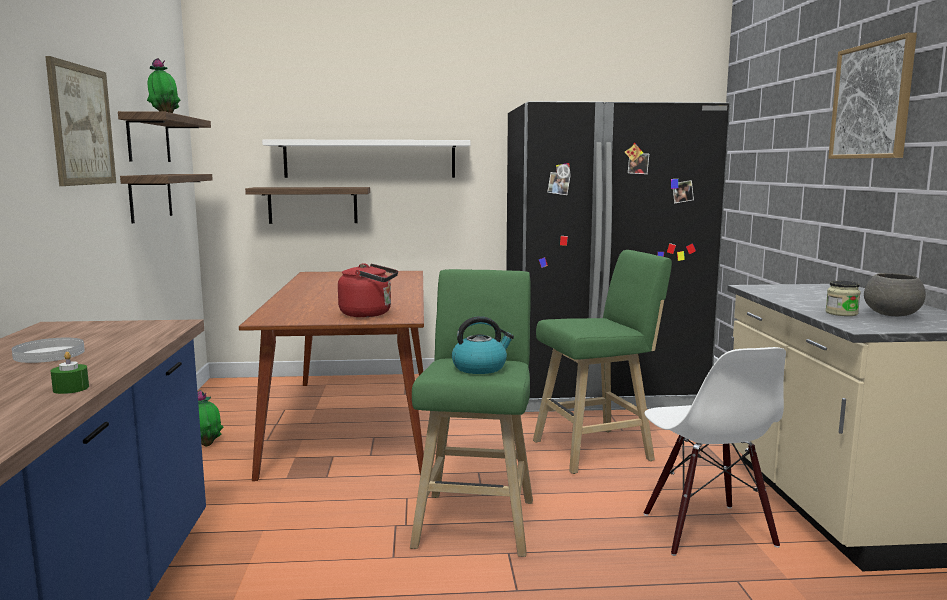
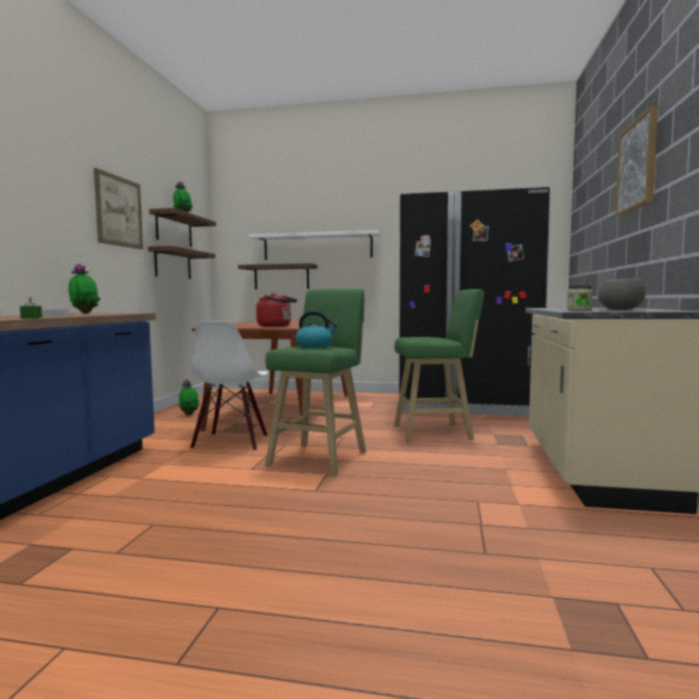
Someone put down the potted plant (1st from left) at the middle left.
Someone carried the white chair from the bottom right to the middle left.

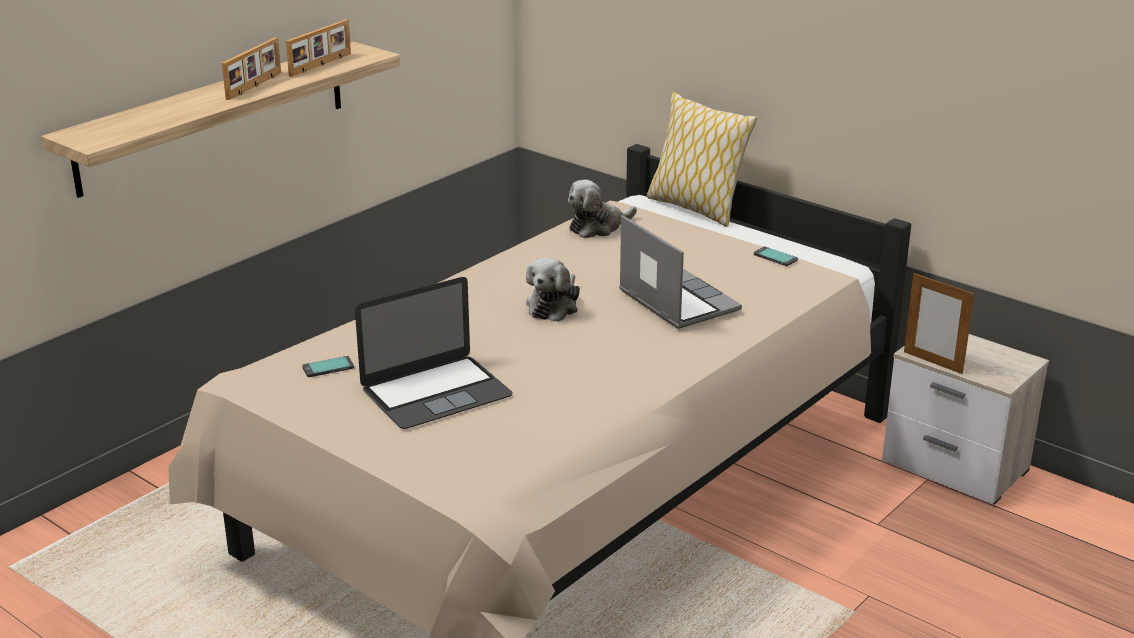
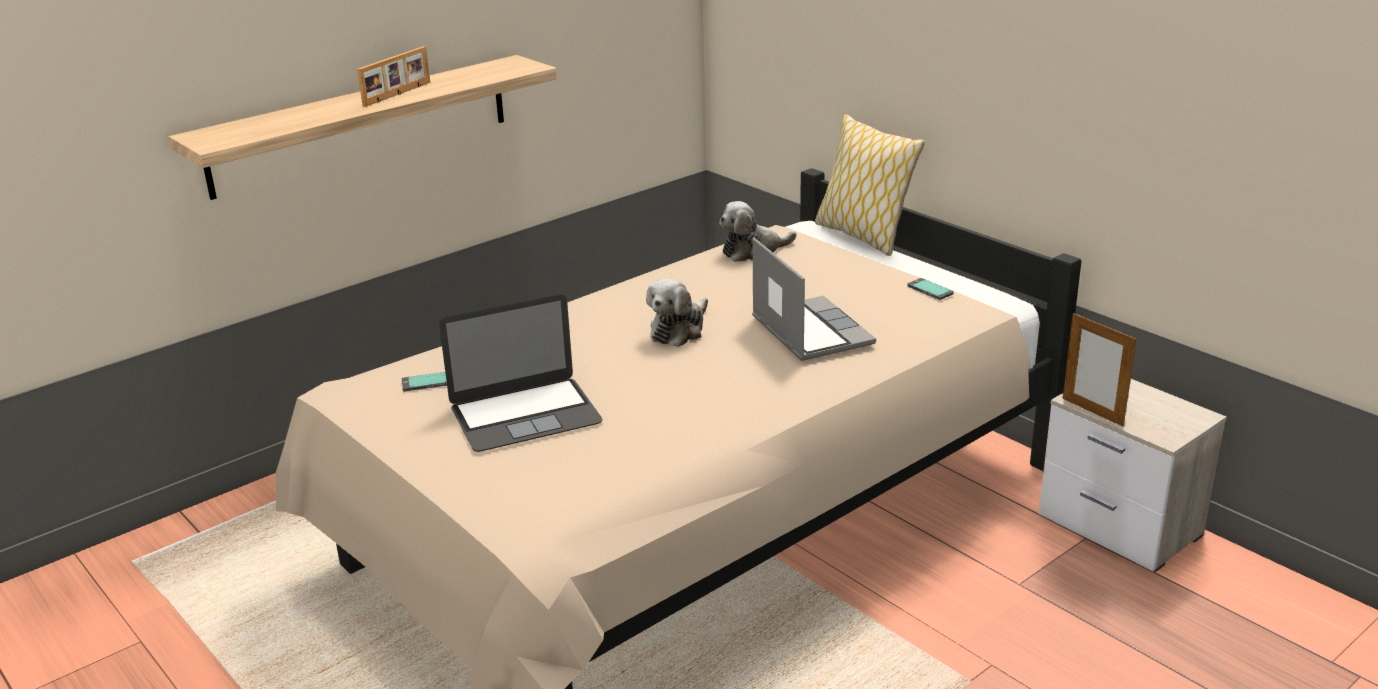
Someone took away the picture frame (2nd from left) at the top left.

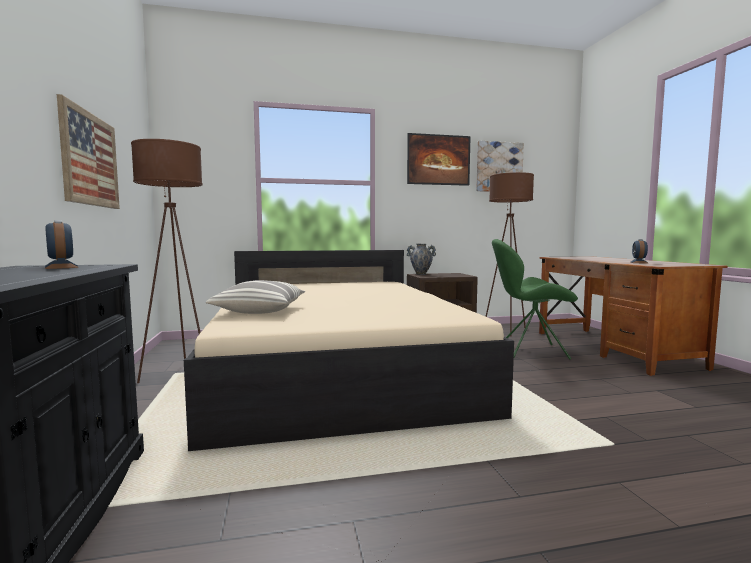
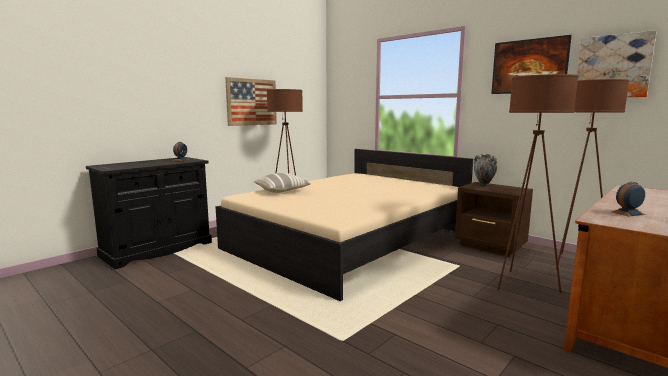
Someone swapped the green chair at the middle right for the brown floor lamp (2nd from left) at the middle right.

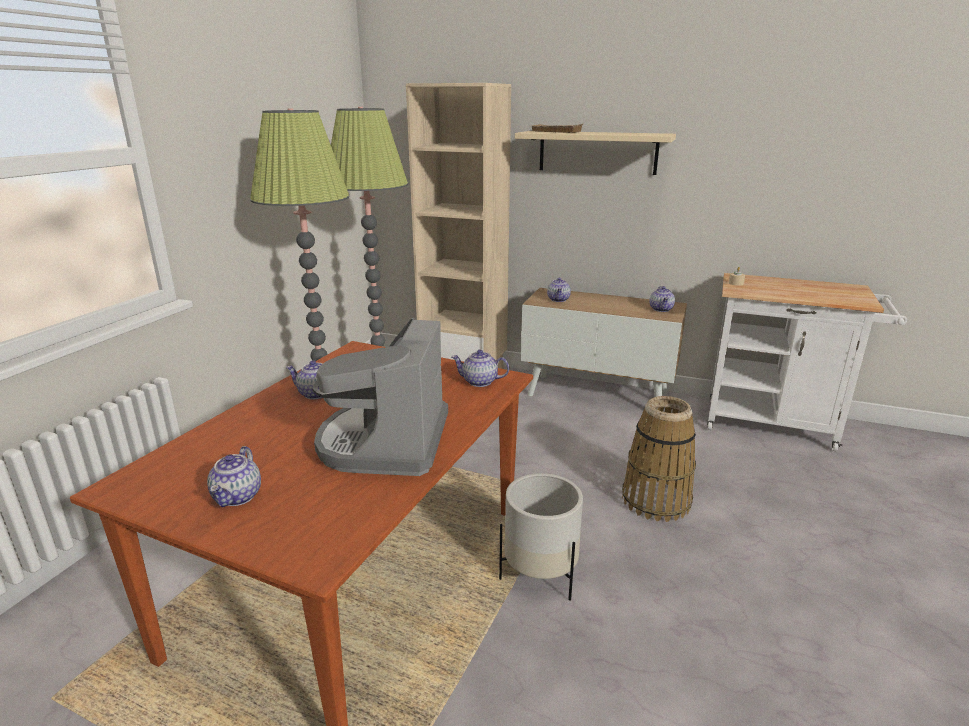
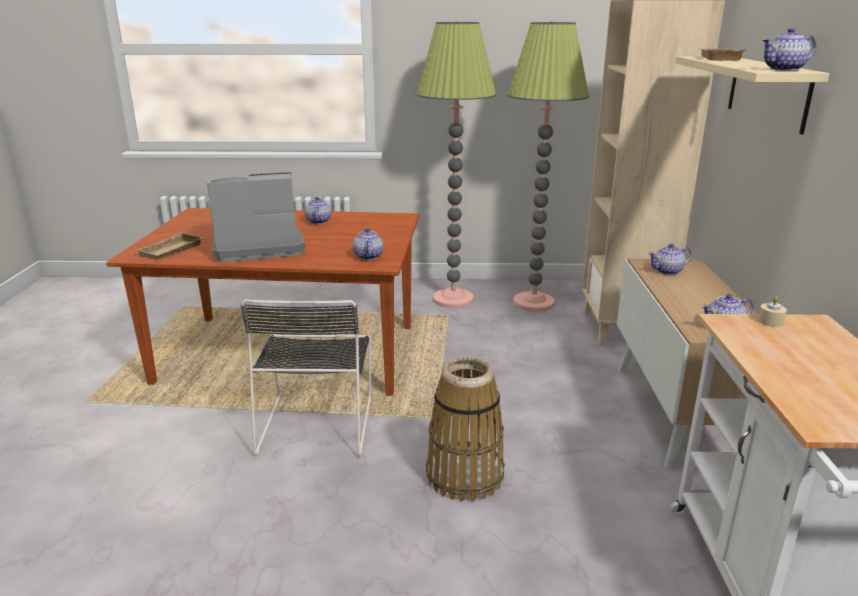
Someone put down the beige tray (1st from left) at the middle left.
Someone swapped the white planter at the bottom centre for the black chair at the centre.
Someone carried the teapot (1st from left in the first image) from the middle left to the top right.

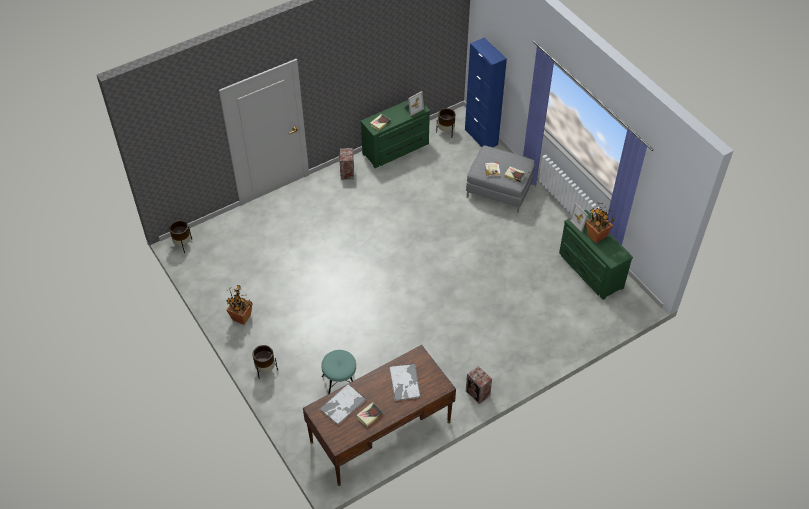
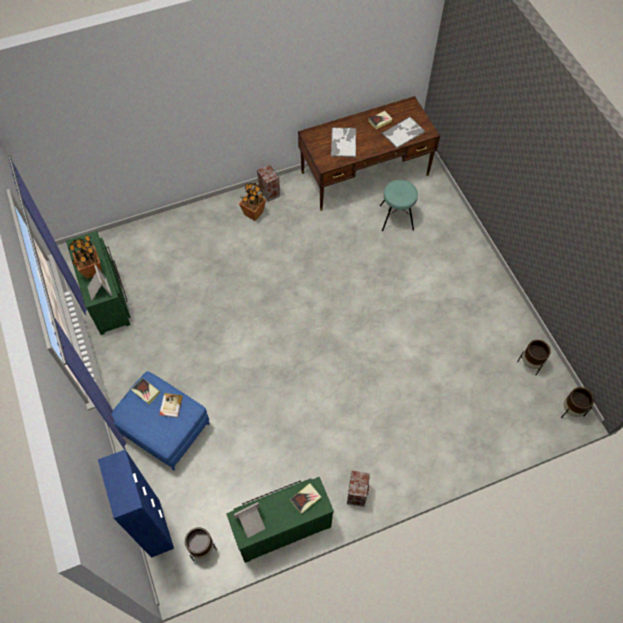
Someone repainted the grey ottoman at the centre, which became the blue ottoman at the bottom left.
Someone carried the potted plant (1st from left in the first image) from the middle left to the top centre.
Someone carried the brown planter (2nd from left) from the bottom left to the middle right.

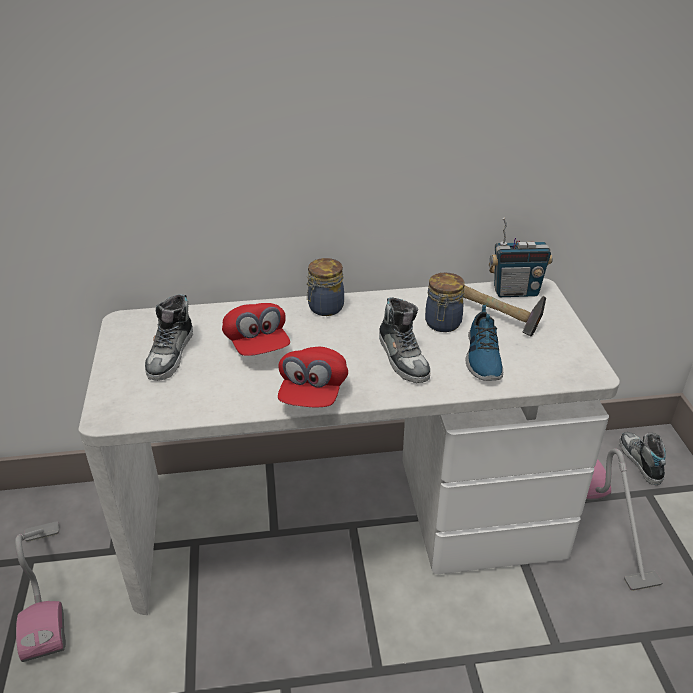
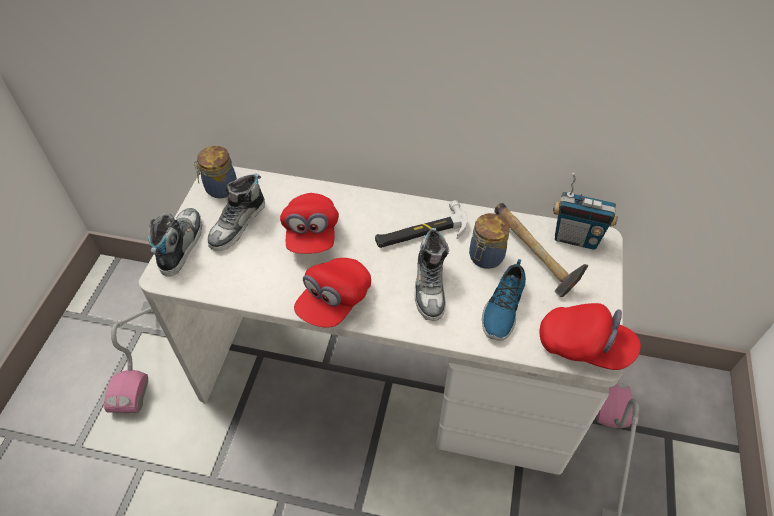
Someone carried the shoe (4th from left in the first image) from the middle right to the middle left.
Someone carried the jar (1st from left) from the centre to the middle left.
Someone put down the hammer (1st from left) at the centre.
Someone put down the red cap (3rd from left) at the middle right.

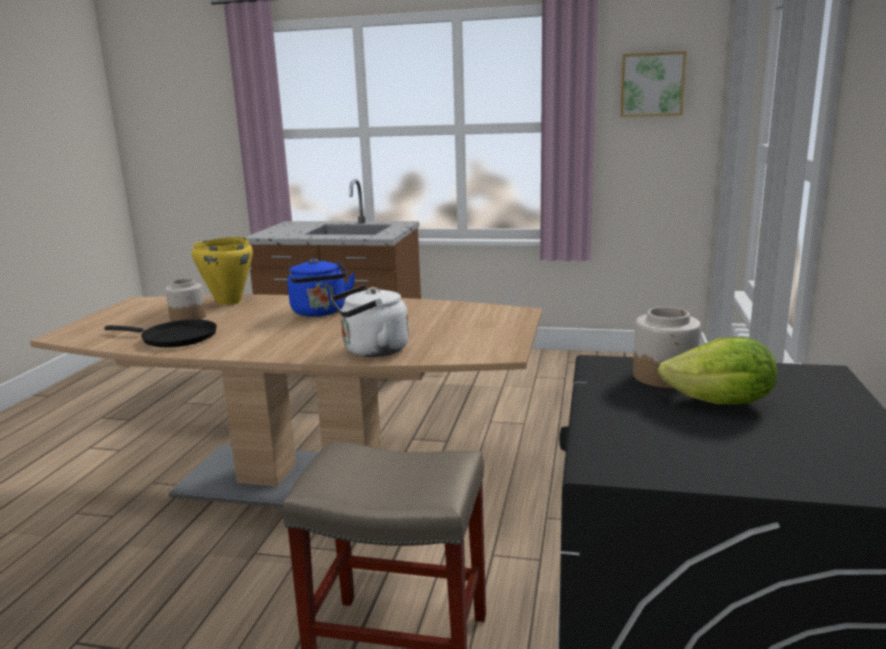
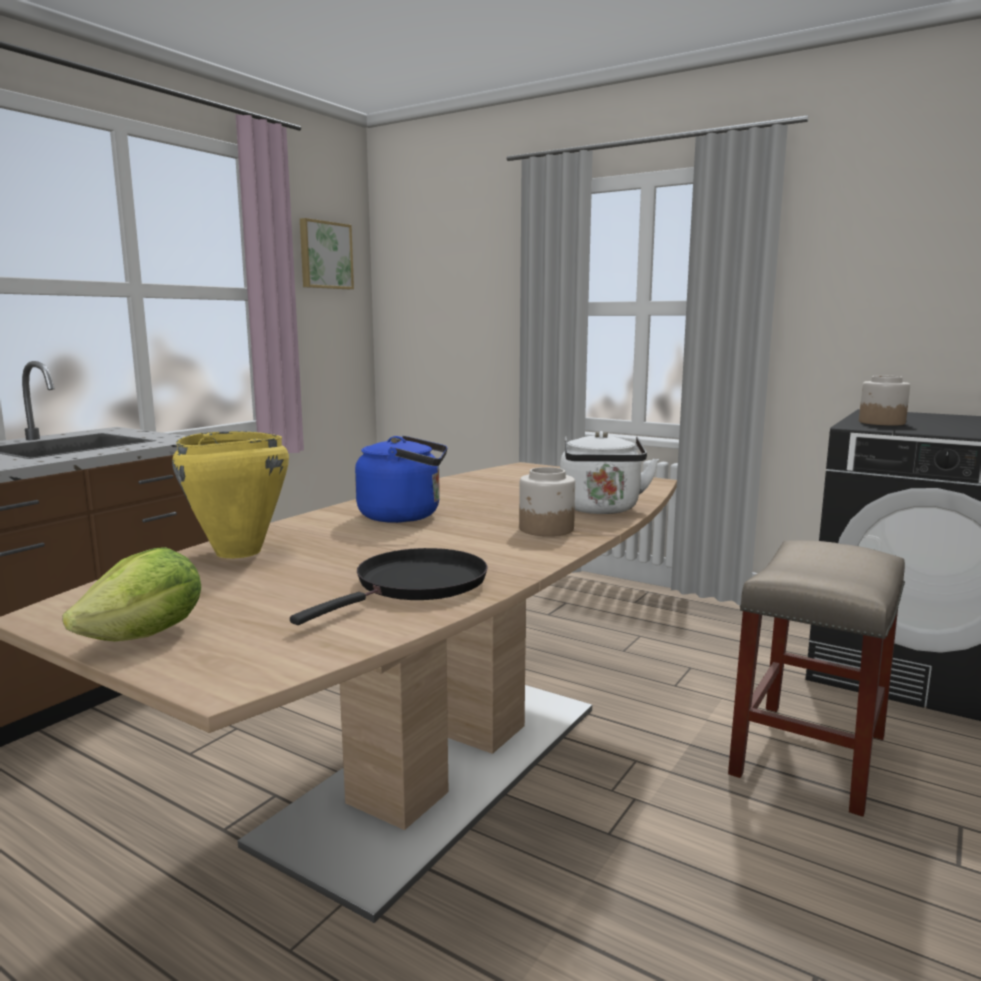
Someone carried the lettuce from the middle right to the middle left.
Someone carried the jar (1st from left) from the middle left to the centre.

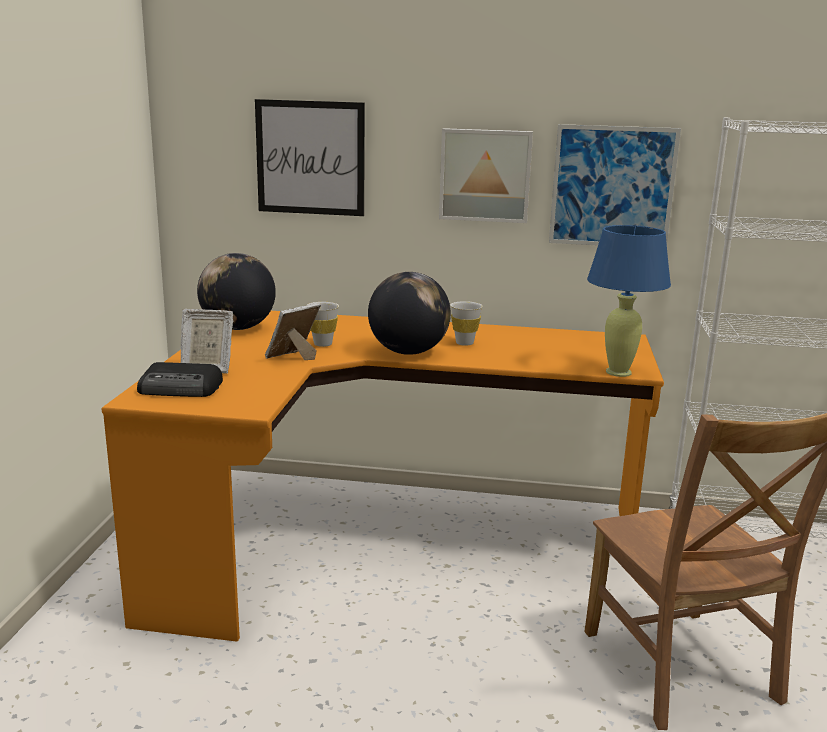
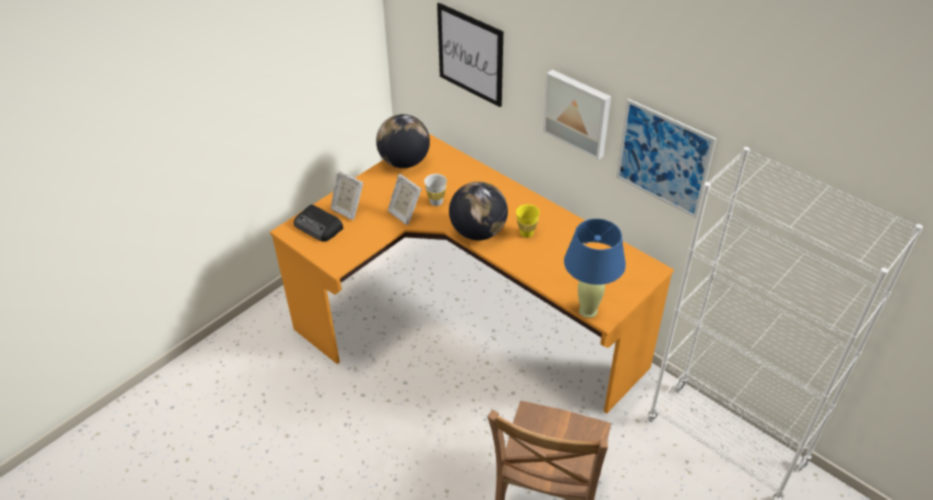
Someone rotated the picture frame (2nd from left) at the centre by 120 degrees counterclockwise.
Someone repainted the white cup (2nd from left) at the centre, which became the yellow cup at the centre.

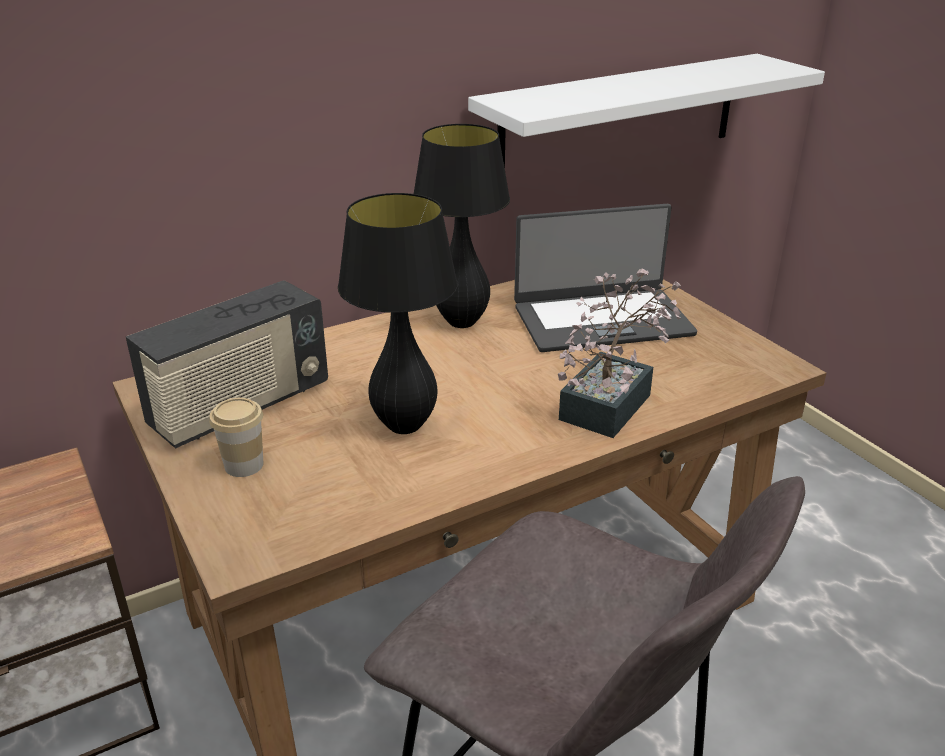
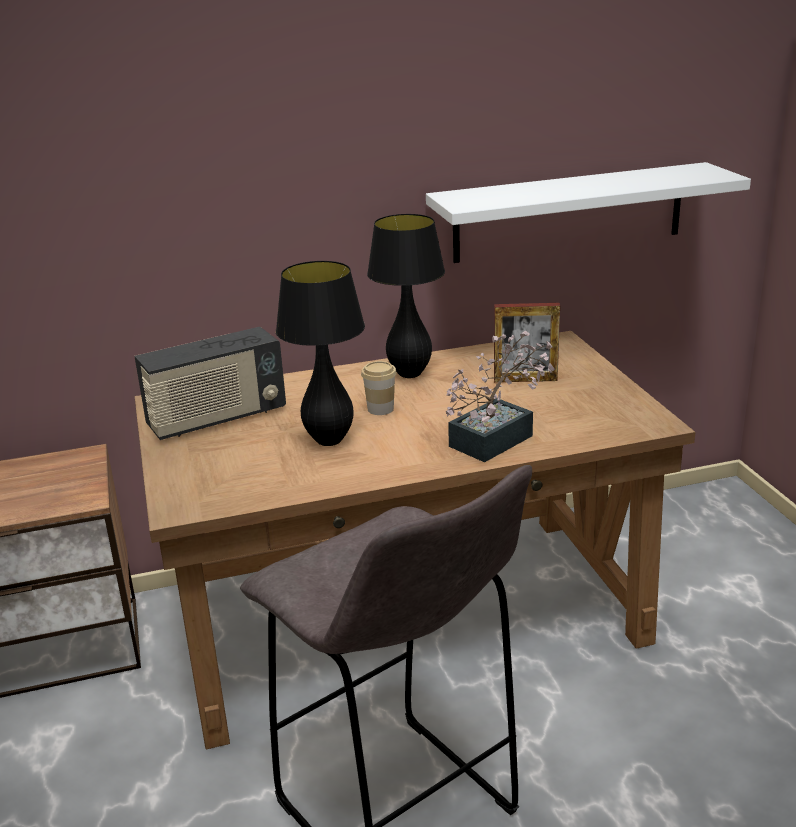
Someone carried the cup from the middle left to the centre.
Someone swapped the laptop at the centre for the picture frame at the centre.

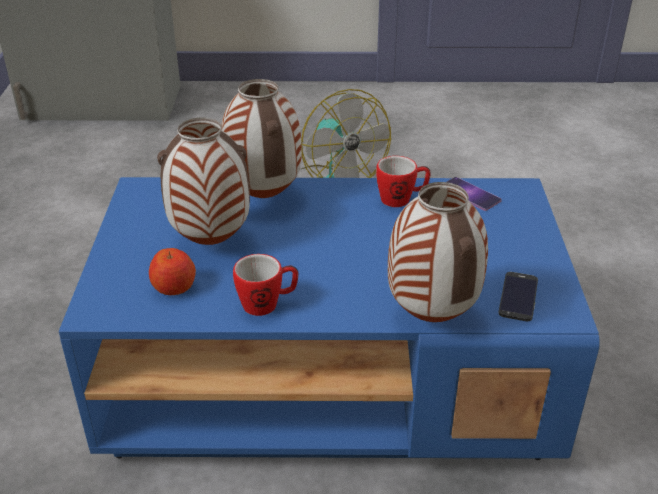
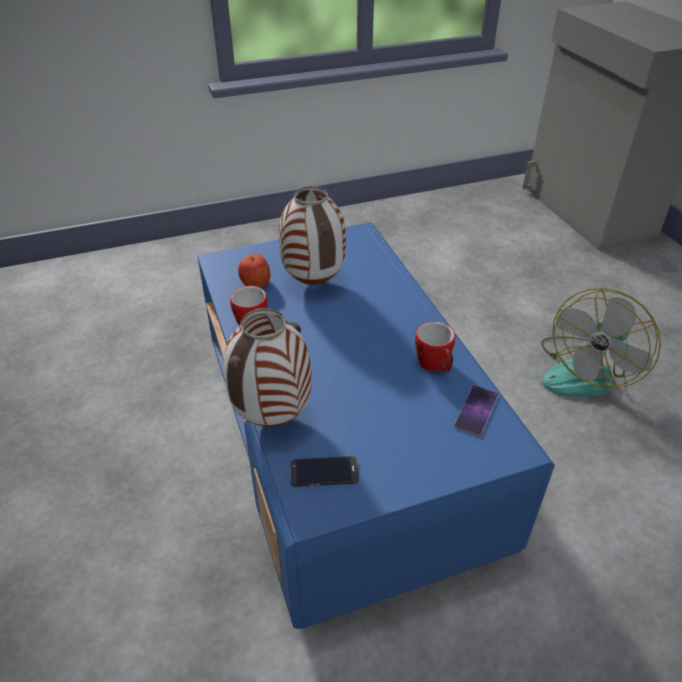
Someone took away the vase (2nd from left) at the top centre.

